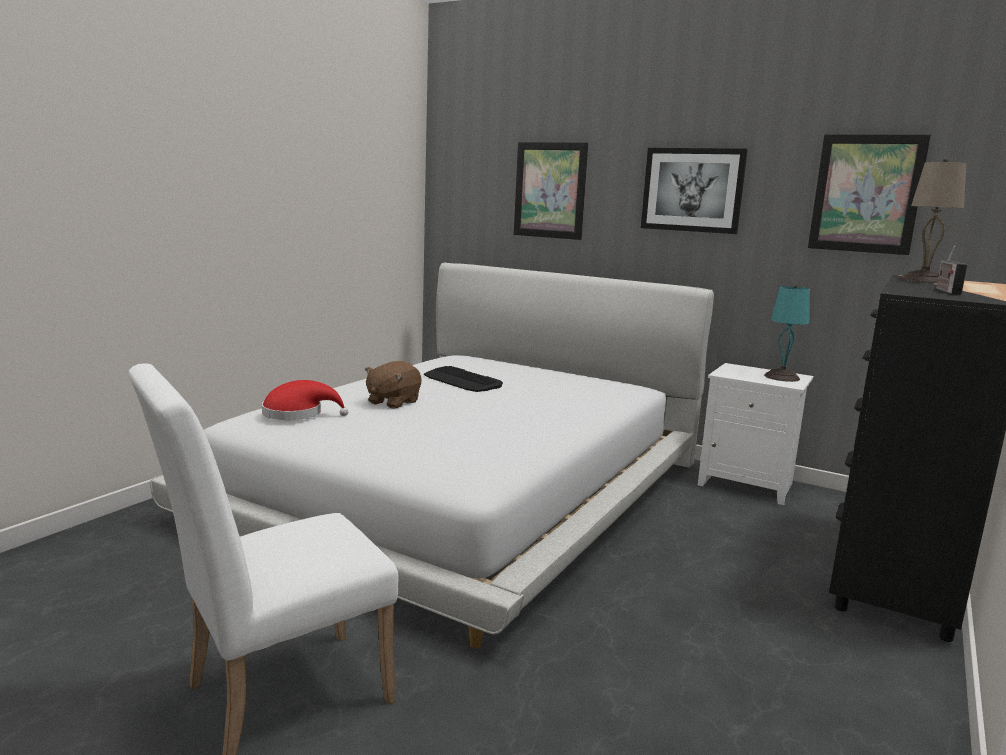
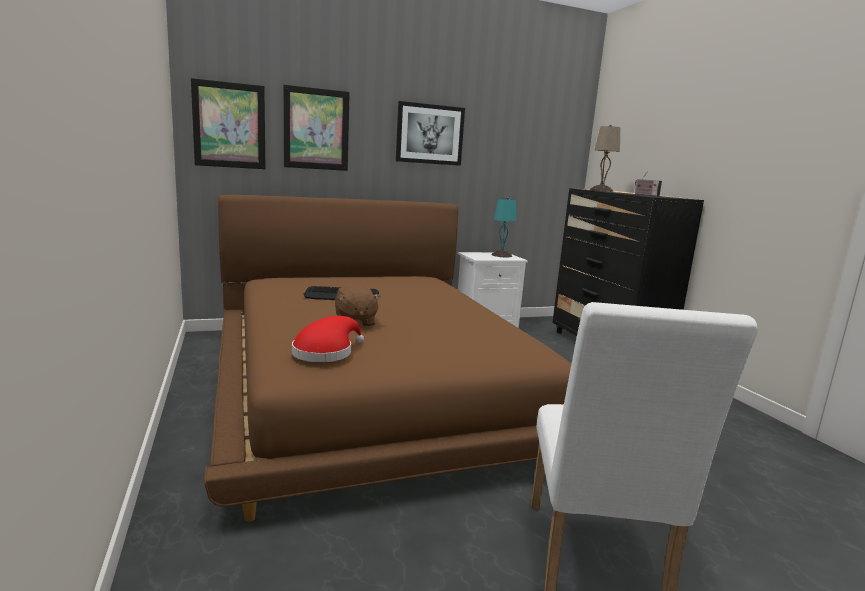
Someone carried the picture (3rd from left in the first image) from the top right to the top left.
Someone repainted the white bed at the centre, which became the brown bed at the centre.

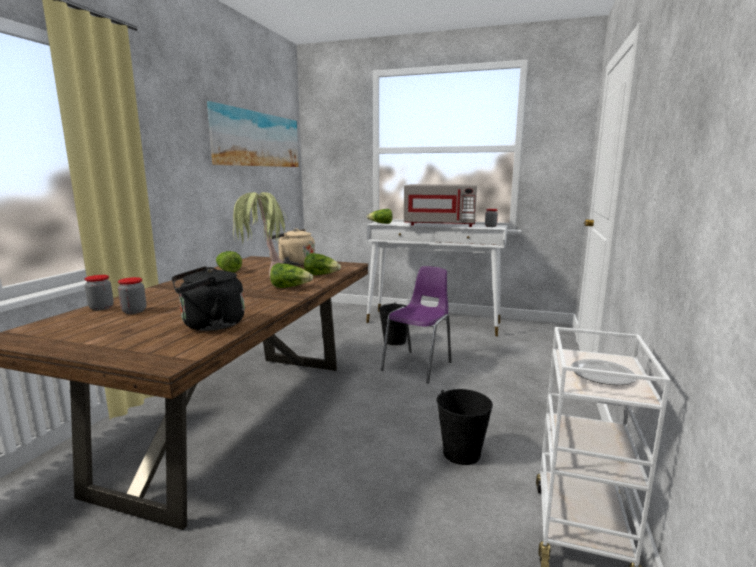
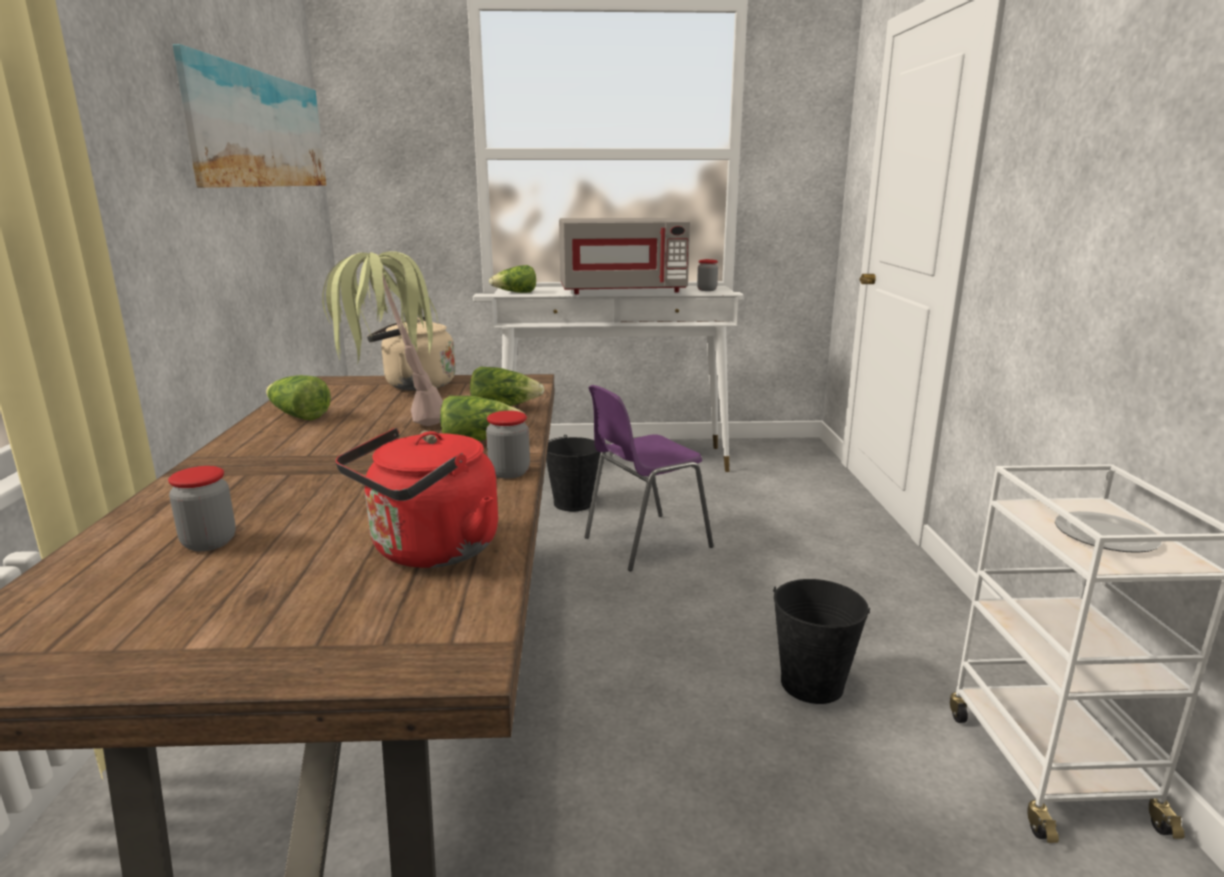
Someone repainted the black kettle at the middle left, which became the red kettle at the centre.
Someone carried the jar (1st from left in the first image) from the middle left to the centre.
Someone rotated the purple chair at the centre by 135 degrees counterclockwise.

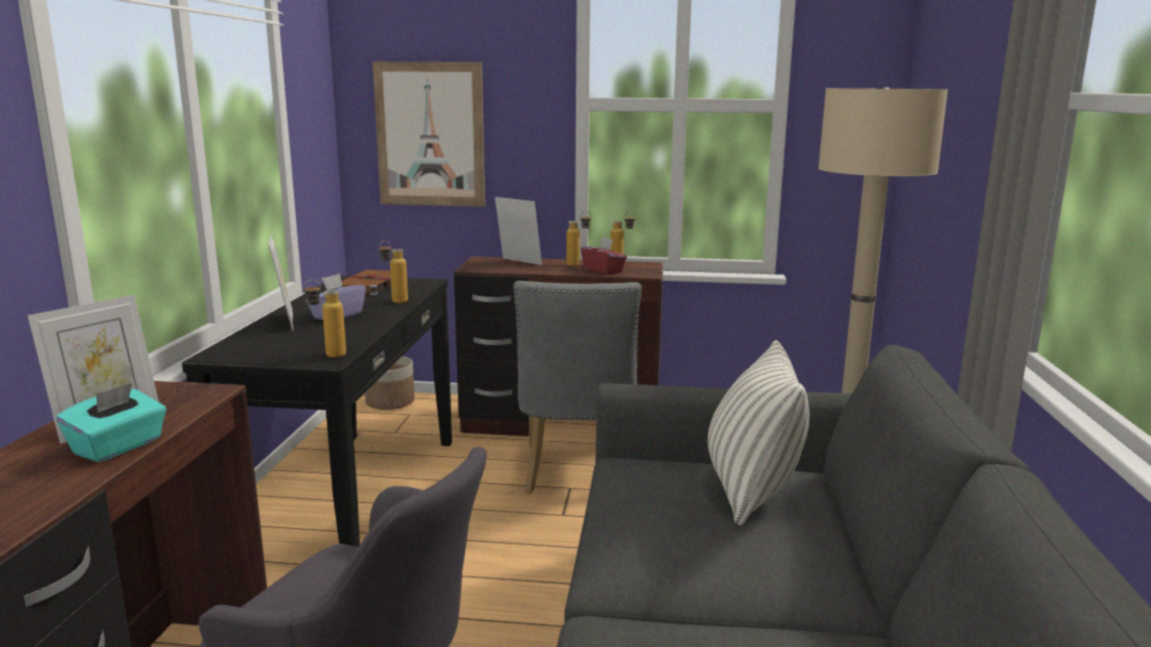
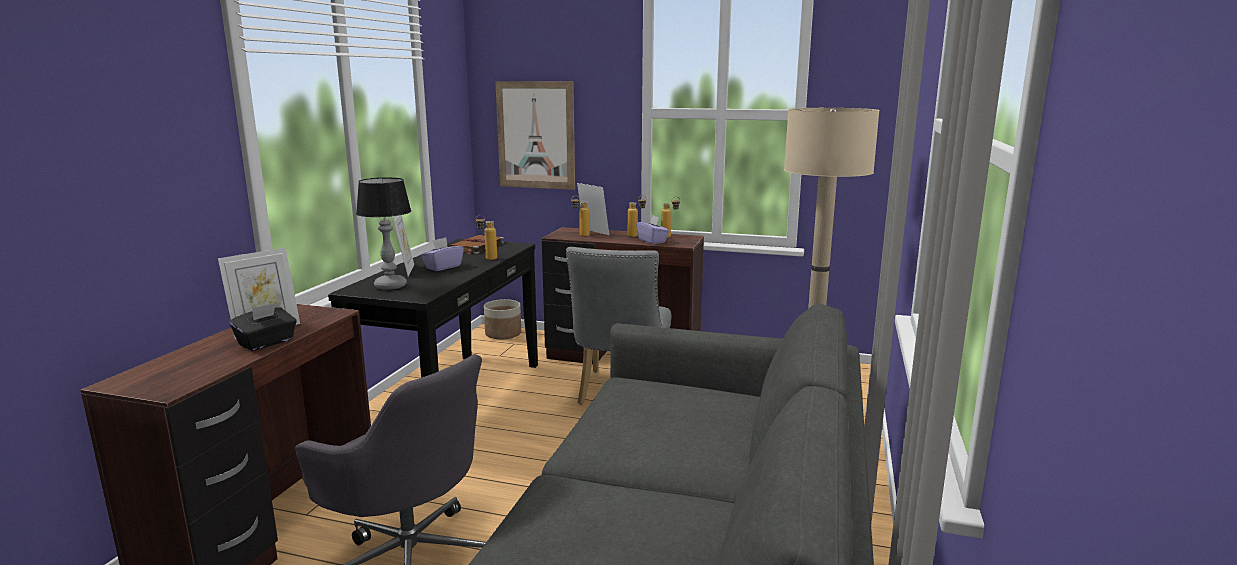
Someone repainted the turquoise tissue box at the middle left, which became the black tissue box at the middle left.
Someone put down the table lamp at the middle left.
Someone carried the bottle (1st from left in the first image) from the middle left to the centre.
Someone repainted the red tissue box at the centre, which became the purple tissue box (2nd from left) at the centre.
Someone took away the pillow at the bottom centre.

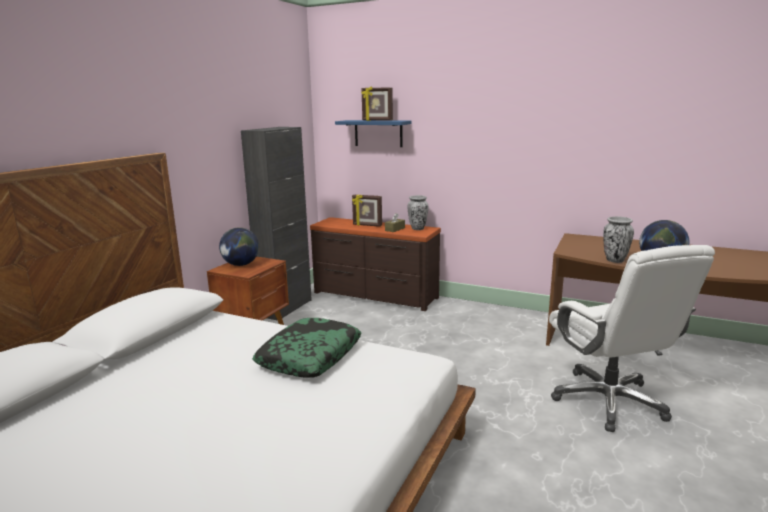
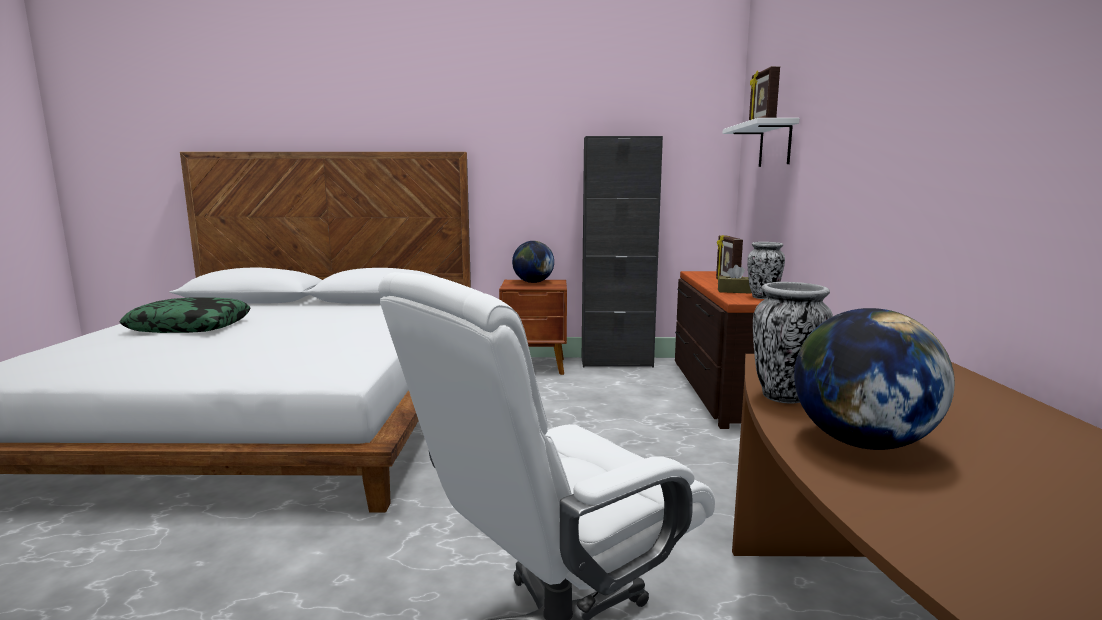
Someone carried the pillow from the bottom centre to the middle left.
Someone repainted the blue shelf at the top centre, which became the white shelf at the top right.

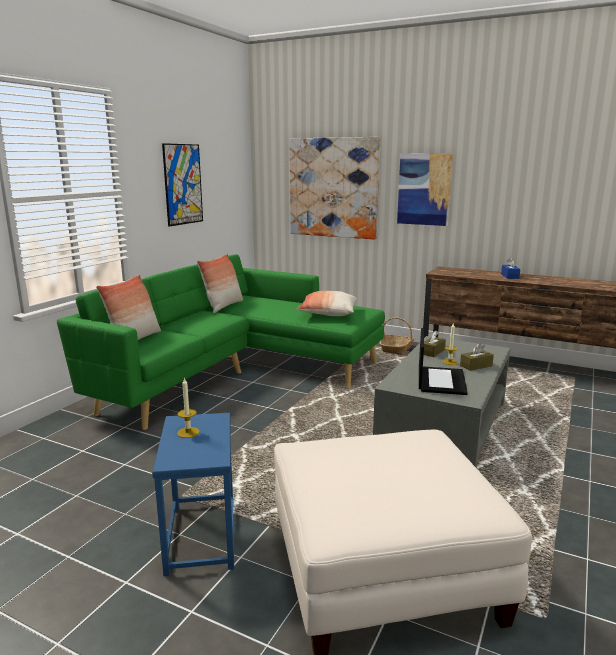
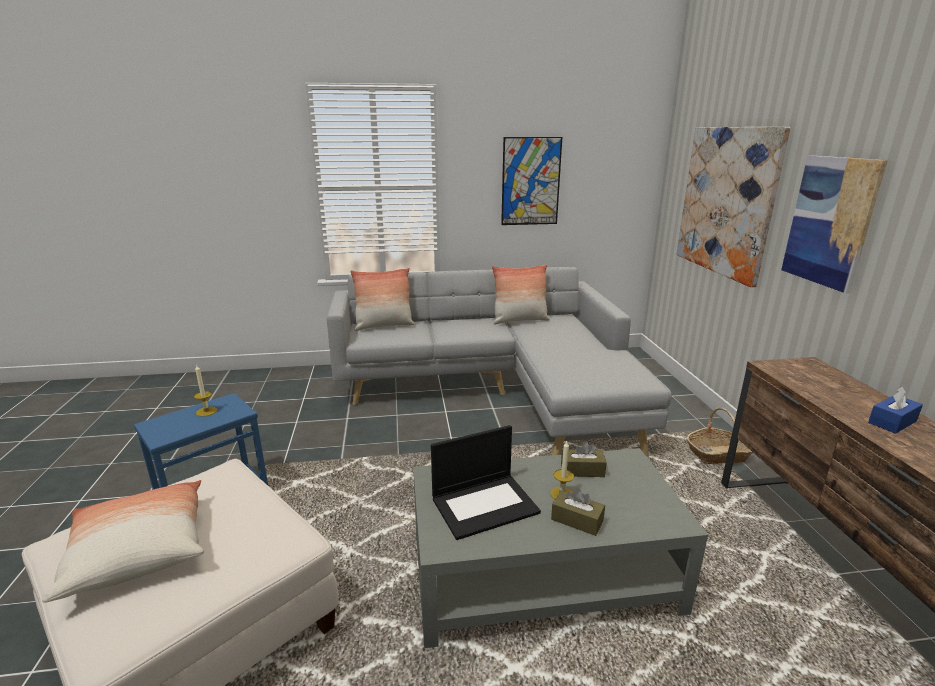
Someone carried the pillow (3rd from left in the first image) from the centre to the bottom left.
Someone repainted the green sofa at the centre, which became the grey sofa at the centre.

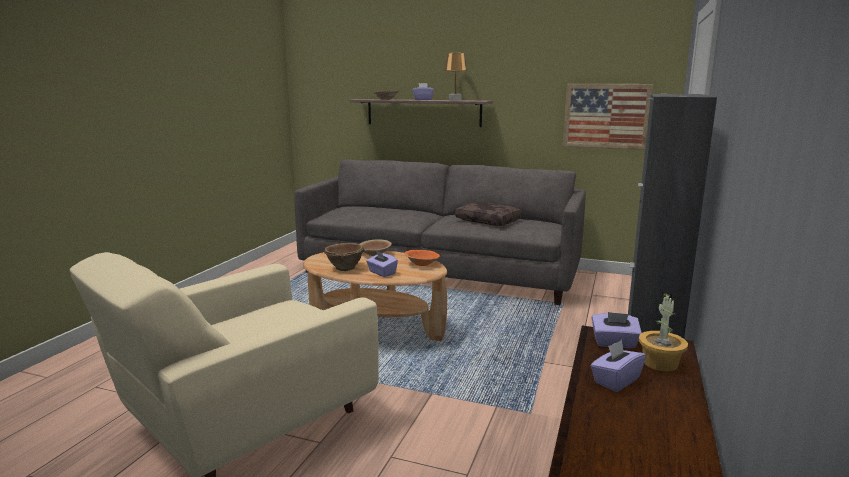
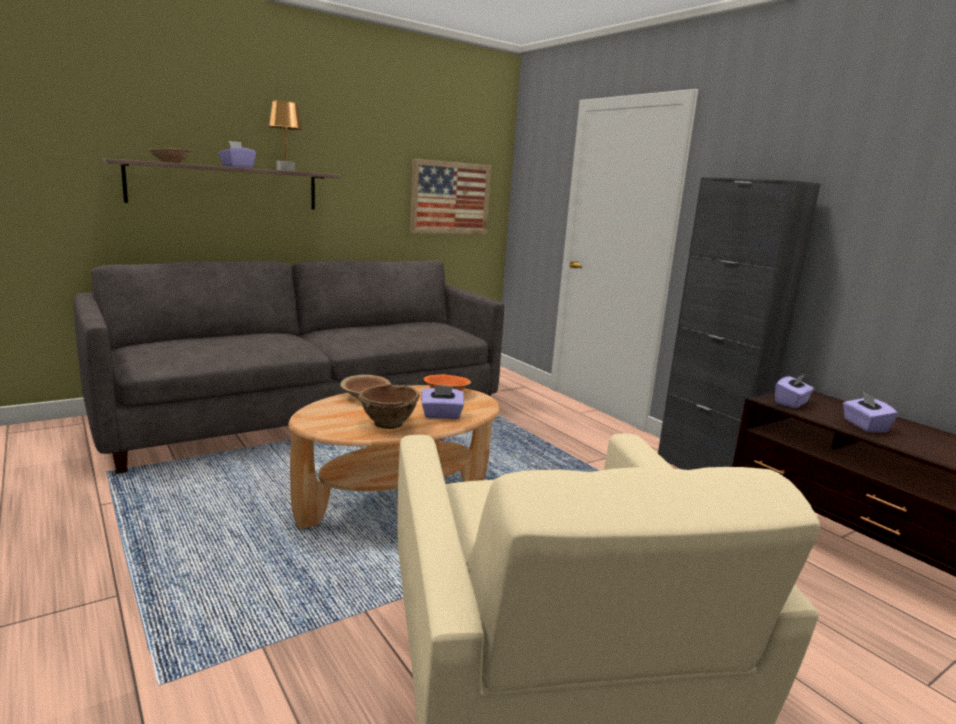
Someone took away the brown pillow at the centre.
Someone took away the potted plant at the bottom right.

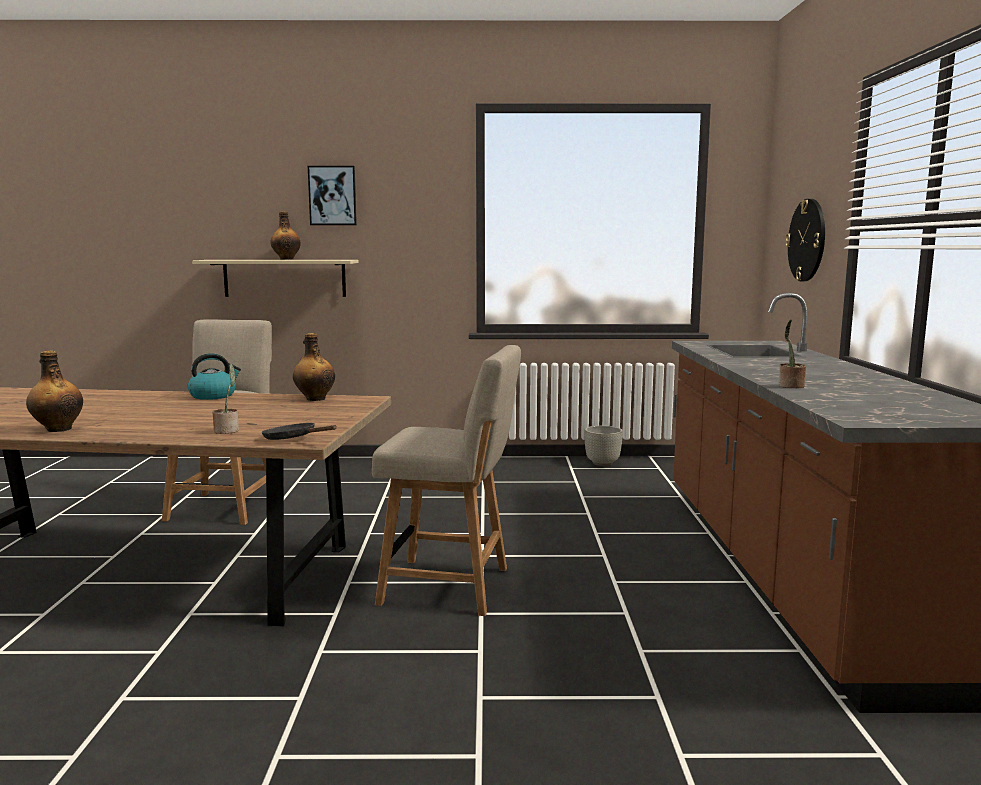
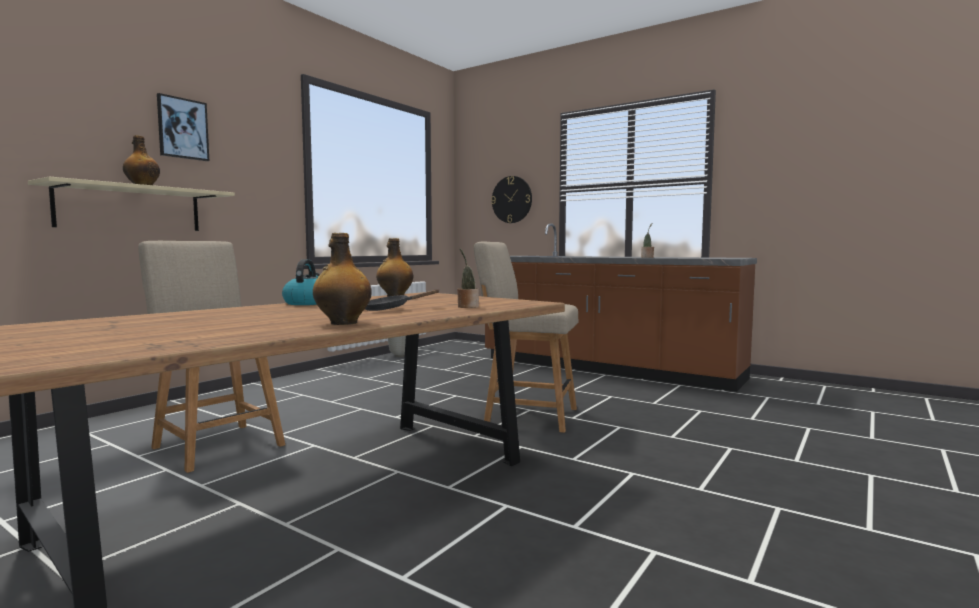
Someone carried the black frying pan from the middle left to the centre.
Someone rotated the beige chair (2nd from left) at the centre by 120 degrees counterclockwise.

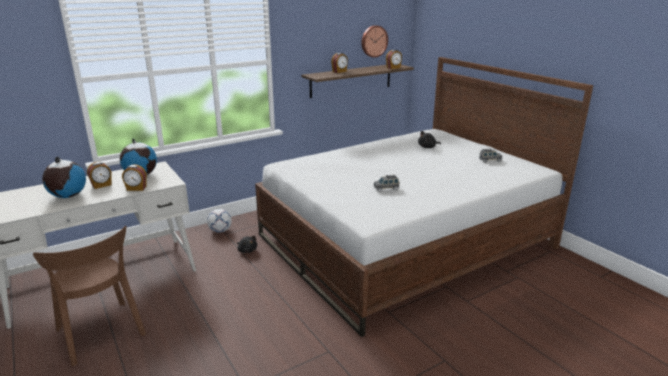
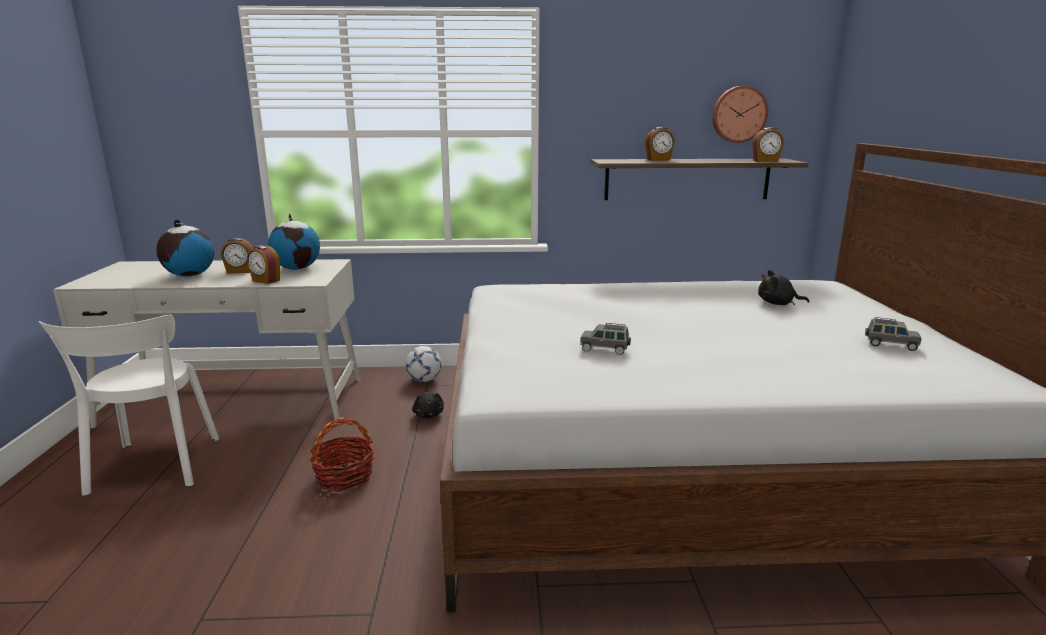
Someone repainted the brown chair at the bottom left, which became the white chair at the middle left.
Someone put down the basket at the bottom left.

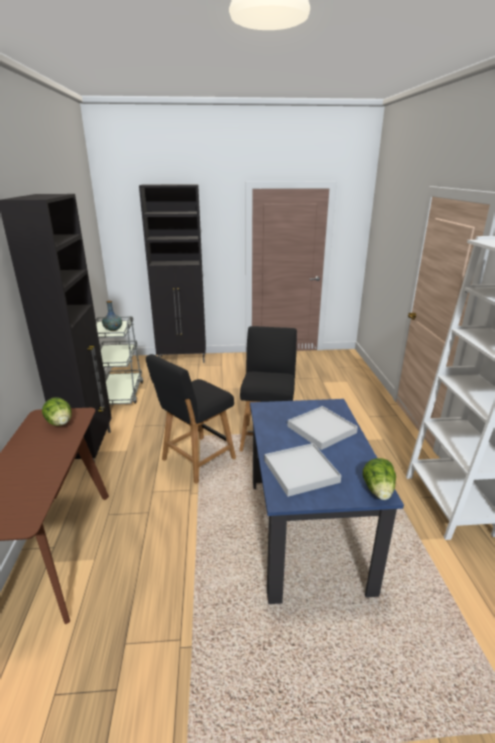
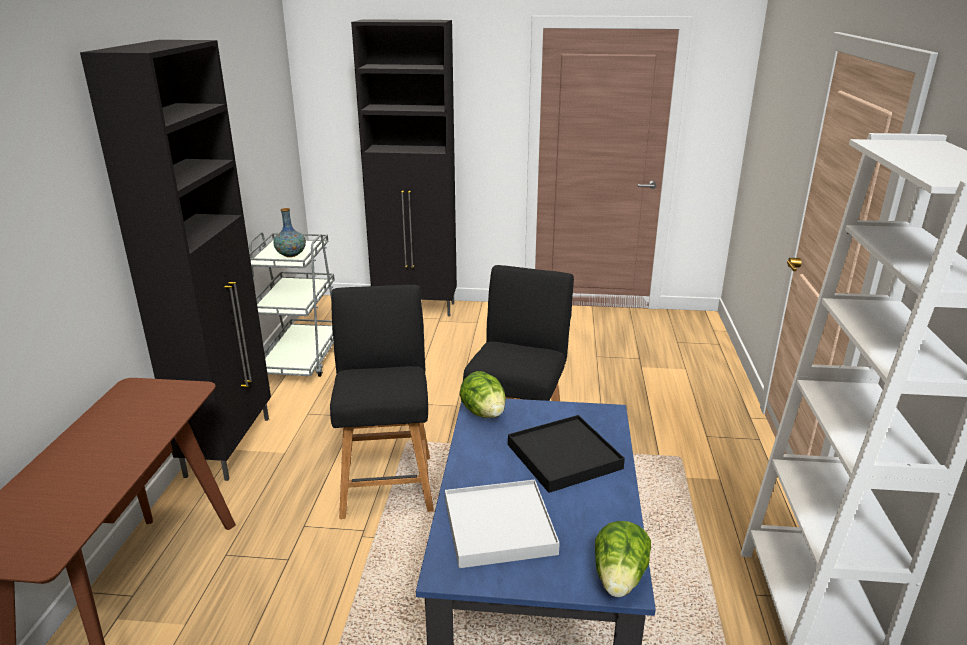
Someone rotated the black chair (1st from left) at the centre by 120 degrees clockwise.
Someone carried the lettuce (1st from left) from the middle left to the centre.
Someone repainted the white tray (2nd from left) at the centre, which became the black tray at the bottom centre.

